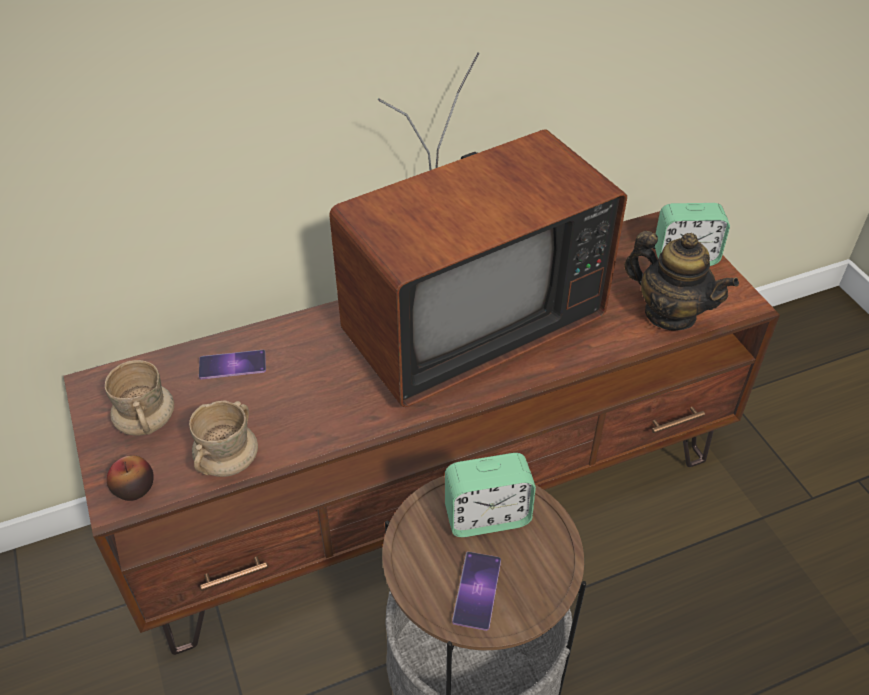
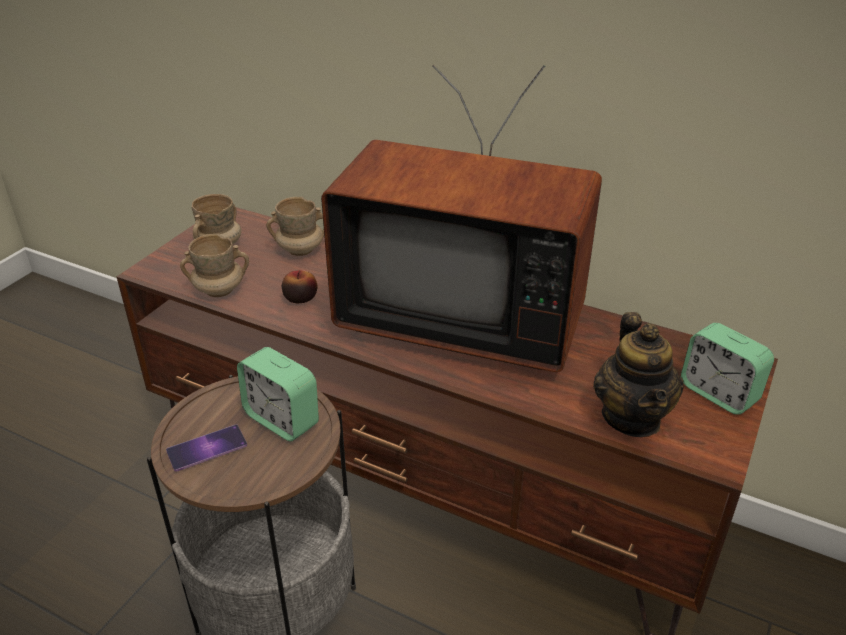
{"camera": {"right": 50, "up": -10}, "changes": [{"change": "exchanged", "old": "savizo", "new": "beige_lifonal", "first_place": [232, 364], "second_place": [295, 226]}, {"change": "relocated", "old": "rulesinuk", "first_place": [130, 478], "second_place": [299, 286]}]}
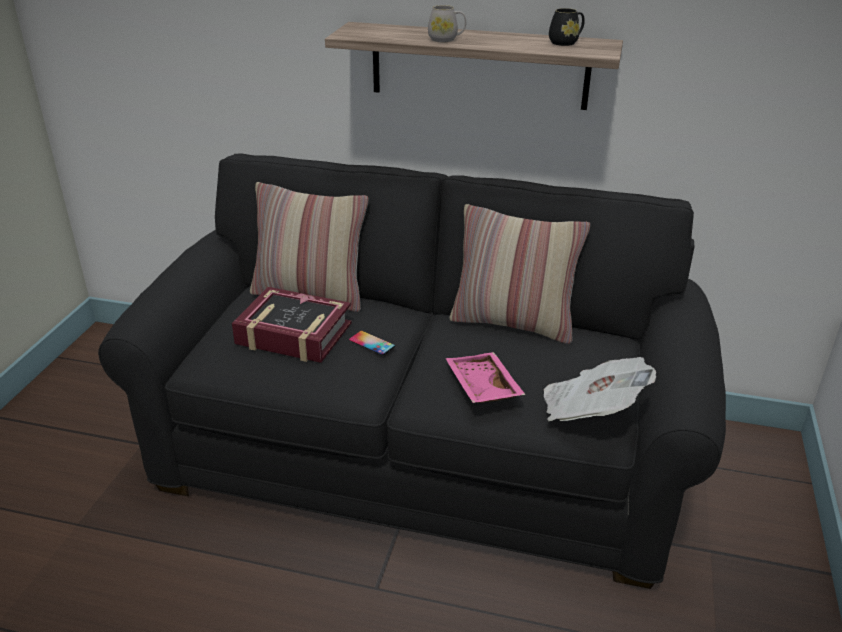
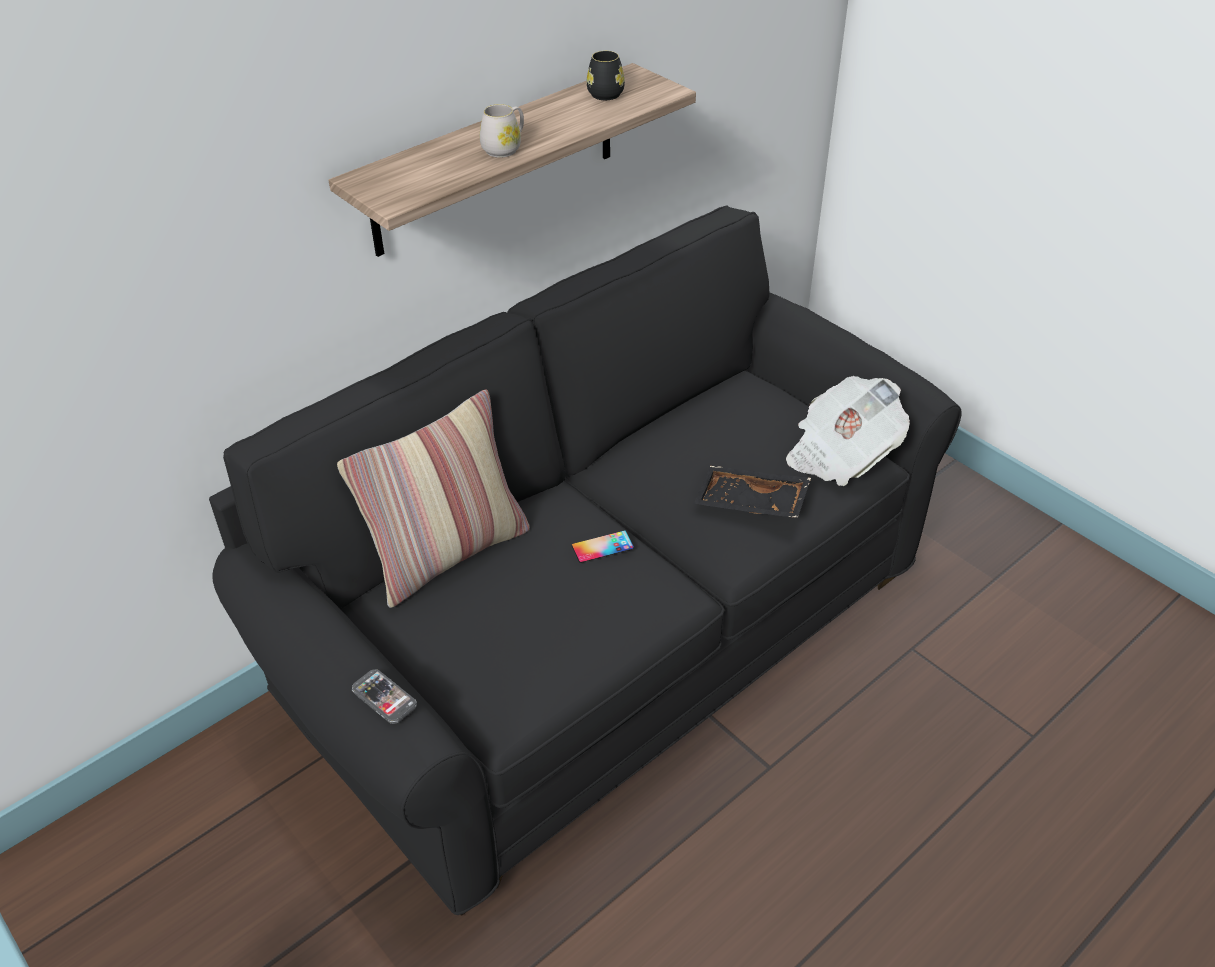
{"camera": {"right": -55, "up": 10}, "changes": [{"change": "missing", "old": "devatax", "first_place": [519, 274]}, {"change": "missing", "old": "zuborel", "first_place": [292, 325]}, {"change": "colour", "old": "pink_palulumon", "new": "black_palulumon", "first_place": [485, 377], "second_place": [752, 492]}, {"change": "appeared", "new": "savizo", "second_place": [384, 696]}]}
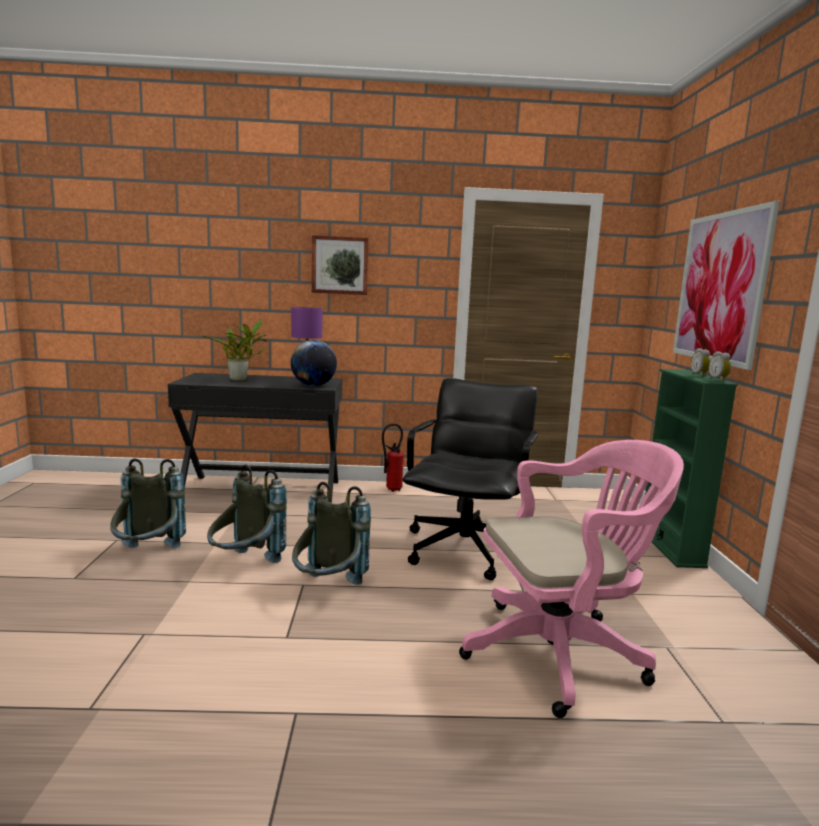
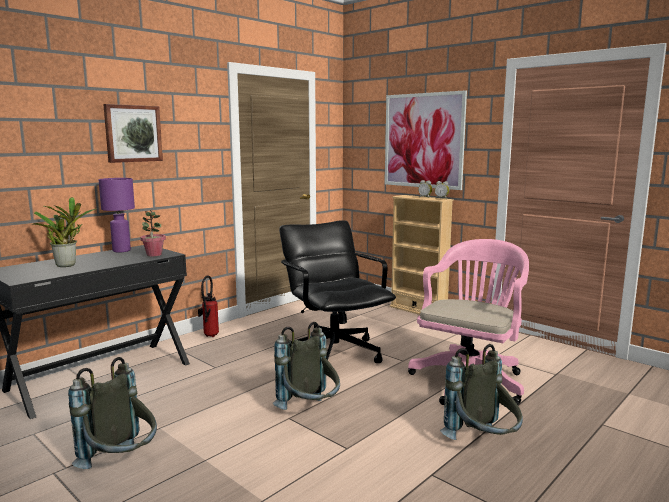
{"camera": {"right": -45, "up": 0}, "changes": [{"change": "exchanged", "old": "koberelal", "new": "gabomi", "first_place": [314, 363], "second_place": [153, 233]}, {"change": "colour", "old": "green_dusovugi", "new": "beige_dusovugi", "first_place": [691, 468], "second_place": [422, 255]}, {"change": "relocated", "old": "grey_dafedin", "first_place": [247, 513], "second_place": [481, 392]}]}
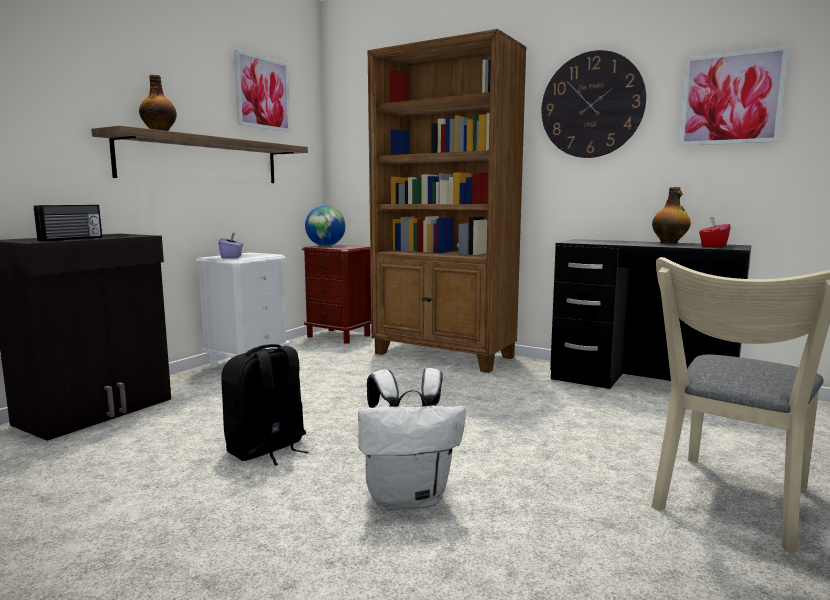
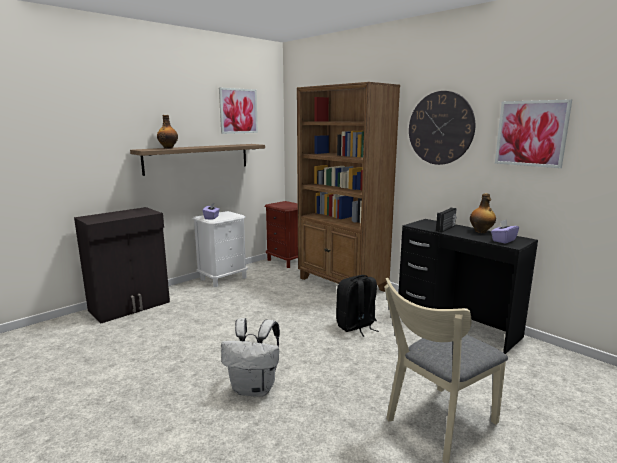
{"camera": {"right": 15, "up": 5}, "changes": [{"change": "relocated", "old": "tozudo", "first_place": [68, 223], "second_place": [446, 219]}, {"change": "missing", "old": "koberelal", "first_place": [325, 225]}, {"change": "colour", "old": "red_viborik", "new": "purple_viborik", "first_place": [715, 232], "second_place": [505, 231]}, {"change": "relocated", "old": "black_dafedin", "first_place": [265, 405], "second_place": [357, 306]}]}
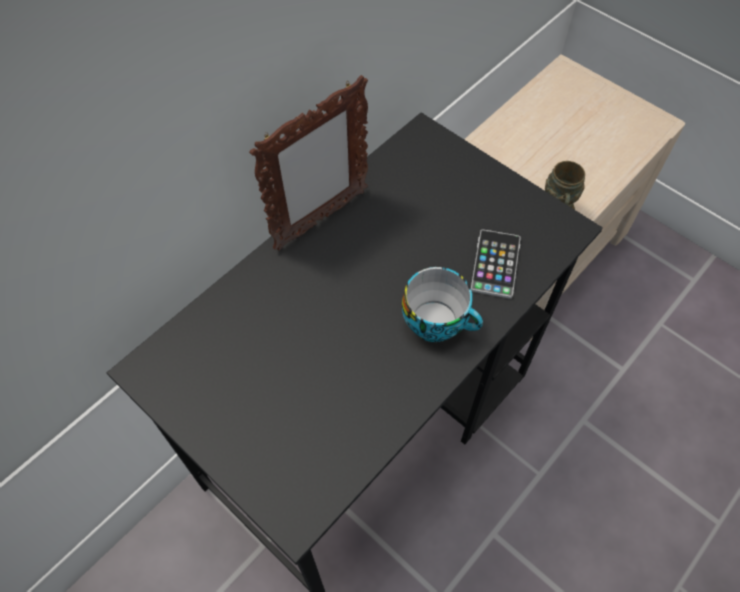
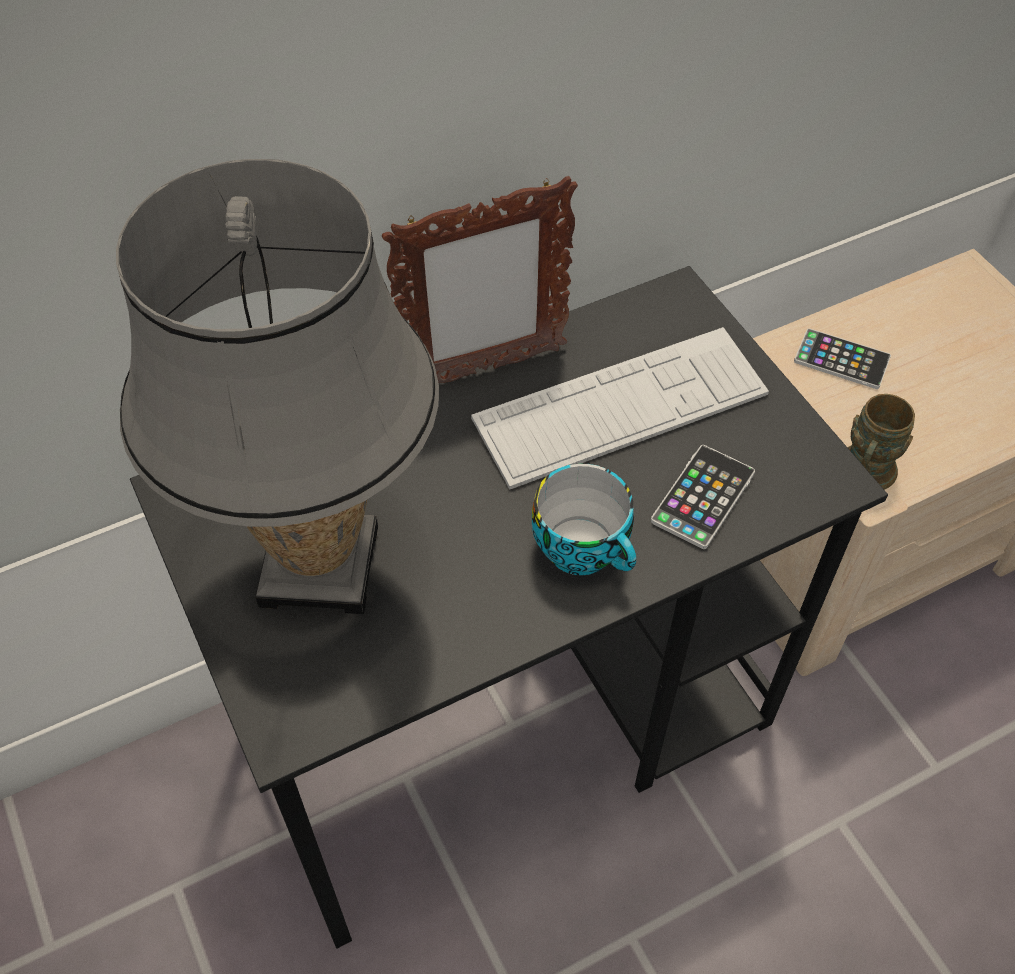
{"camera": {"right": 20, "up": -5}, "changes": [{"change": "appeared", "new": "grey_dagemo", "second_place": [277, 386]}, {"change": "appeared", "new": "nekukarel", "second_place": [620, 408]}, {"change": "appeared", "new": "savizo", "second_place": [842, 358]}]}
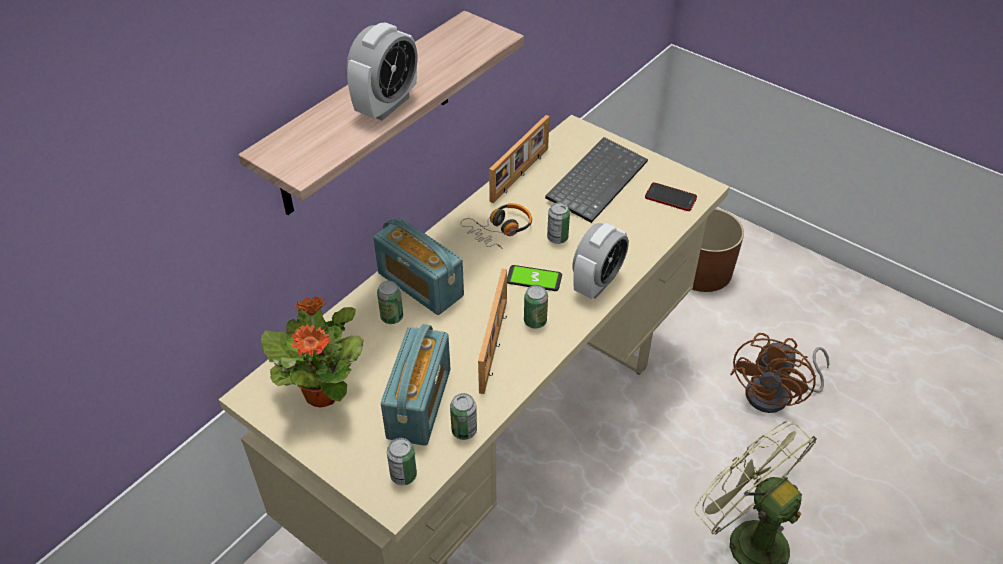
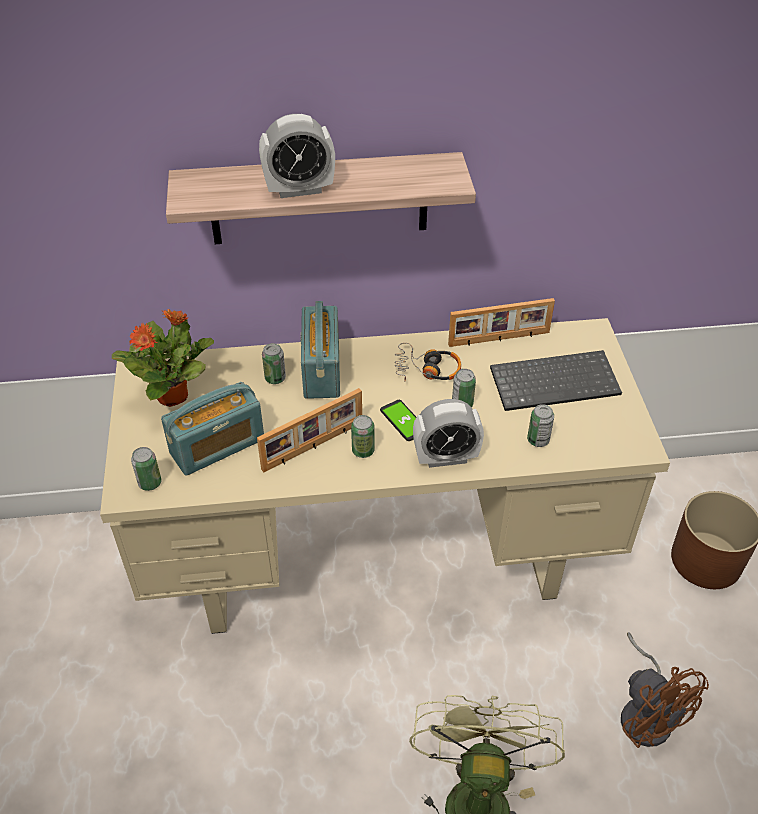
{"camera": {"right": 45, "up": 0}, "changes": [{"change": "missing", "old": "savizo", "first_place": [671, 197]}, {"change": "spun", "old": "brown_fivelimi", "first_place": [779, 373], "second_place": [665, 690], "degrees": -105}, {"change": "relocated", "old": "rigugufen", "first_place": [463, 416], "second_place": [540, 425]}]}
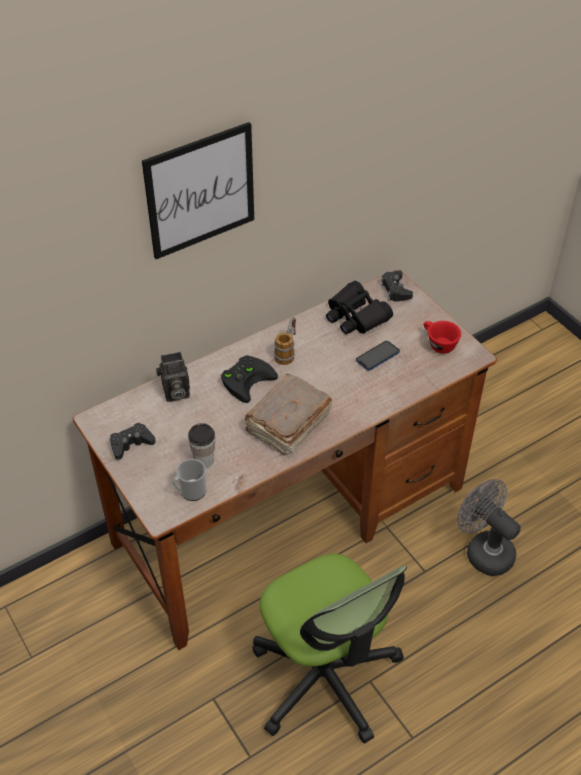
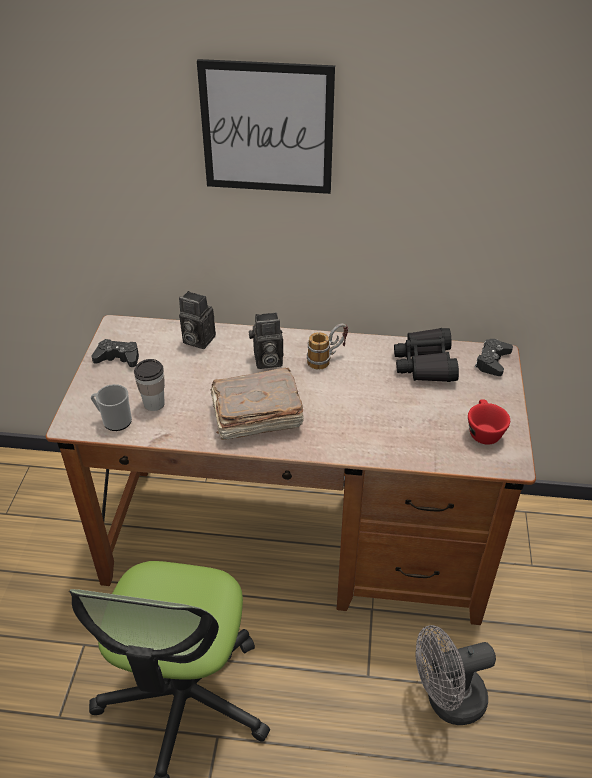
{"camera": {"right": 40, "up": -5}, "changes": [{"change": "missing", "old": "savizo", "first_place": [378, 356]}, {"change": "exchanged", "old": "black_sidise", "new": "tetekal", "first_place": [249, 379], "second_place": [266, 340]}, {"change": "spun", "old": "grey_fivelimi", "first_place": [489, 527], "second_place": [456, 675], "degrees": -105}]}
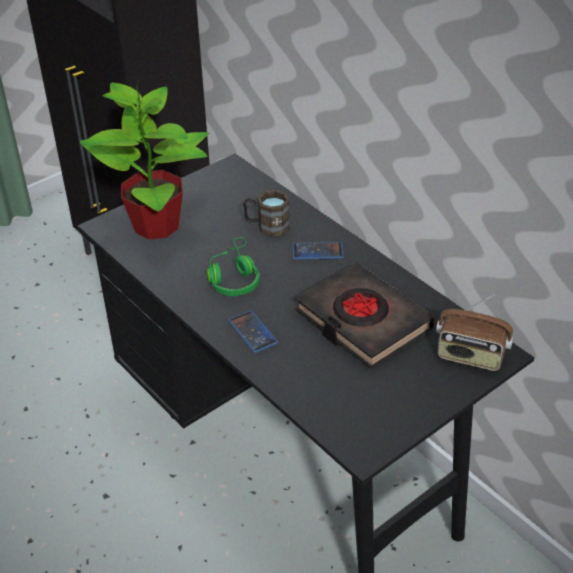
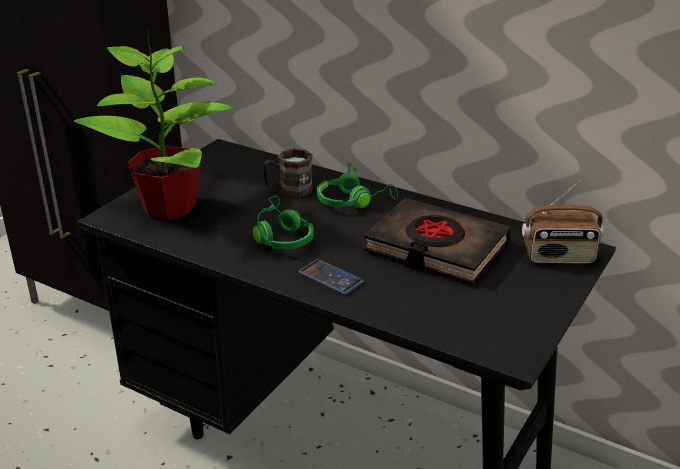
{"camera": {"right": -20, "up": -10}, "changes": [{"change": "exchanged", "old": "savizo", "new": "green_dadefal", "first_place": [318, 251], "second_place": [357, 185]}]}
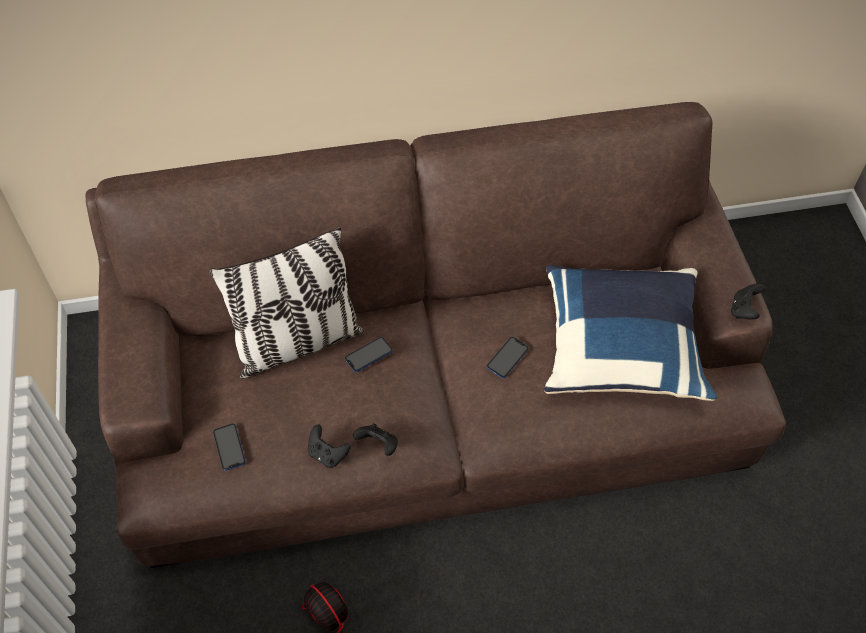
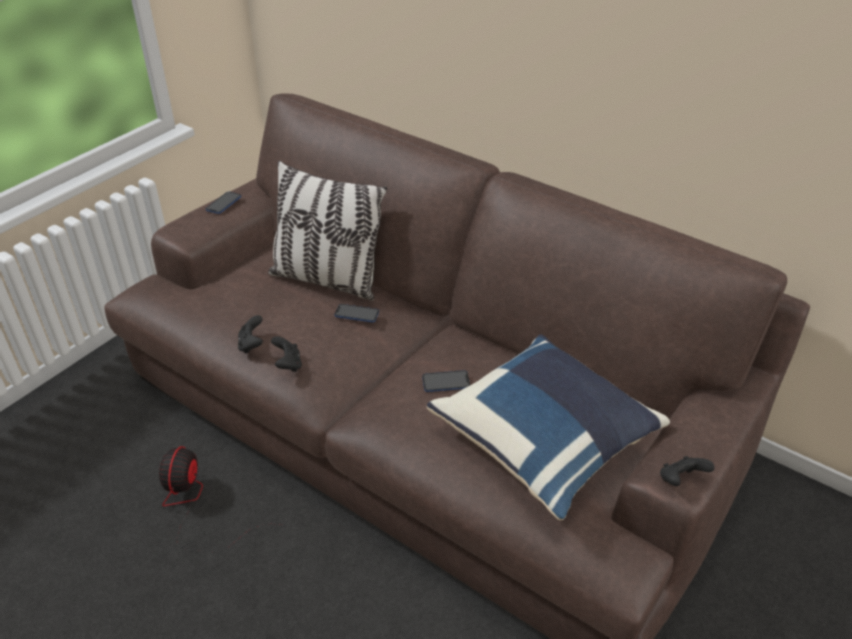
{"camera": {"right": 45, "up": -15}, "changes": [{"change": "relocated", "old": "savizo", "first_place": [229, 447], "second_place": [223, 203]}]}
